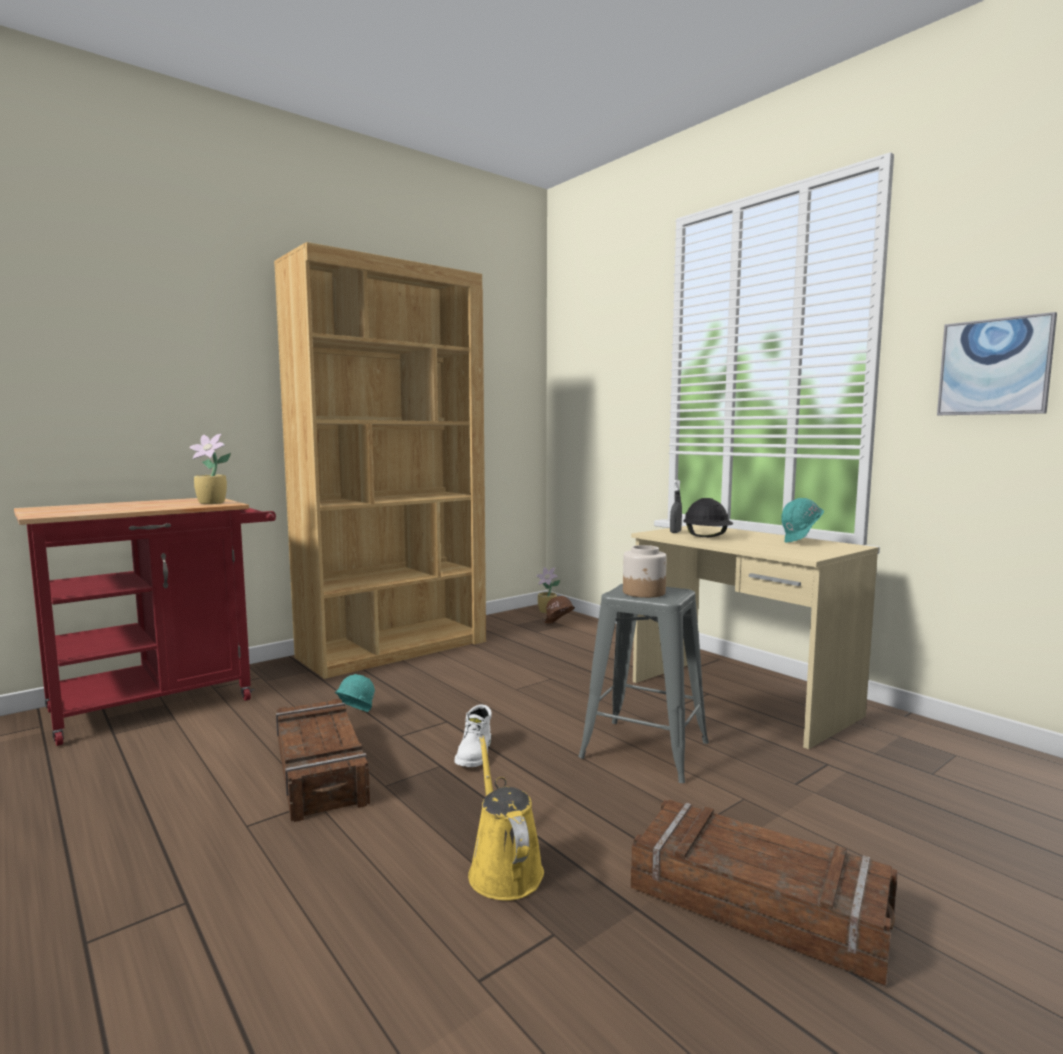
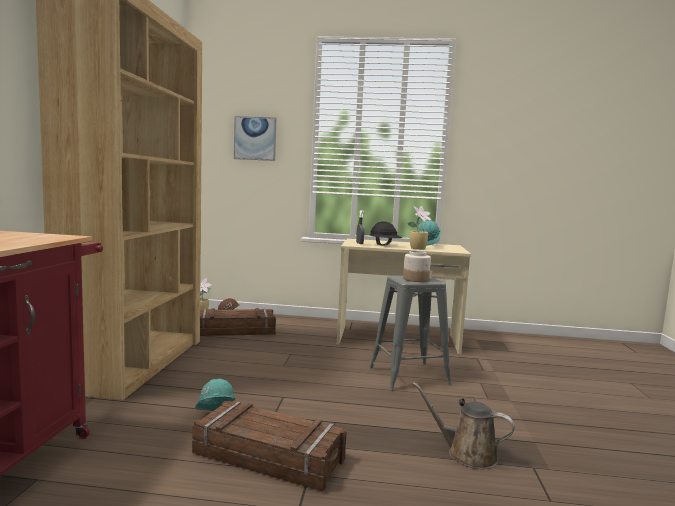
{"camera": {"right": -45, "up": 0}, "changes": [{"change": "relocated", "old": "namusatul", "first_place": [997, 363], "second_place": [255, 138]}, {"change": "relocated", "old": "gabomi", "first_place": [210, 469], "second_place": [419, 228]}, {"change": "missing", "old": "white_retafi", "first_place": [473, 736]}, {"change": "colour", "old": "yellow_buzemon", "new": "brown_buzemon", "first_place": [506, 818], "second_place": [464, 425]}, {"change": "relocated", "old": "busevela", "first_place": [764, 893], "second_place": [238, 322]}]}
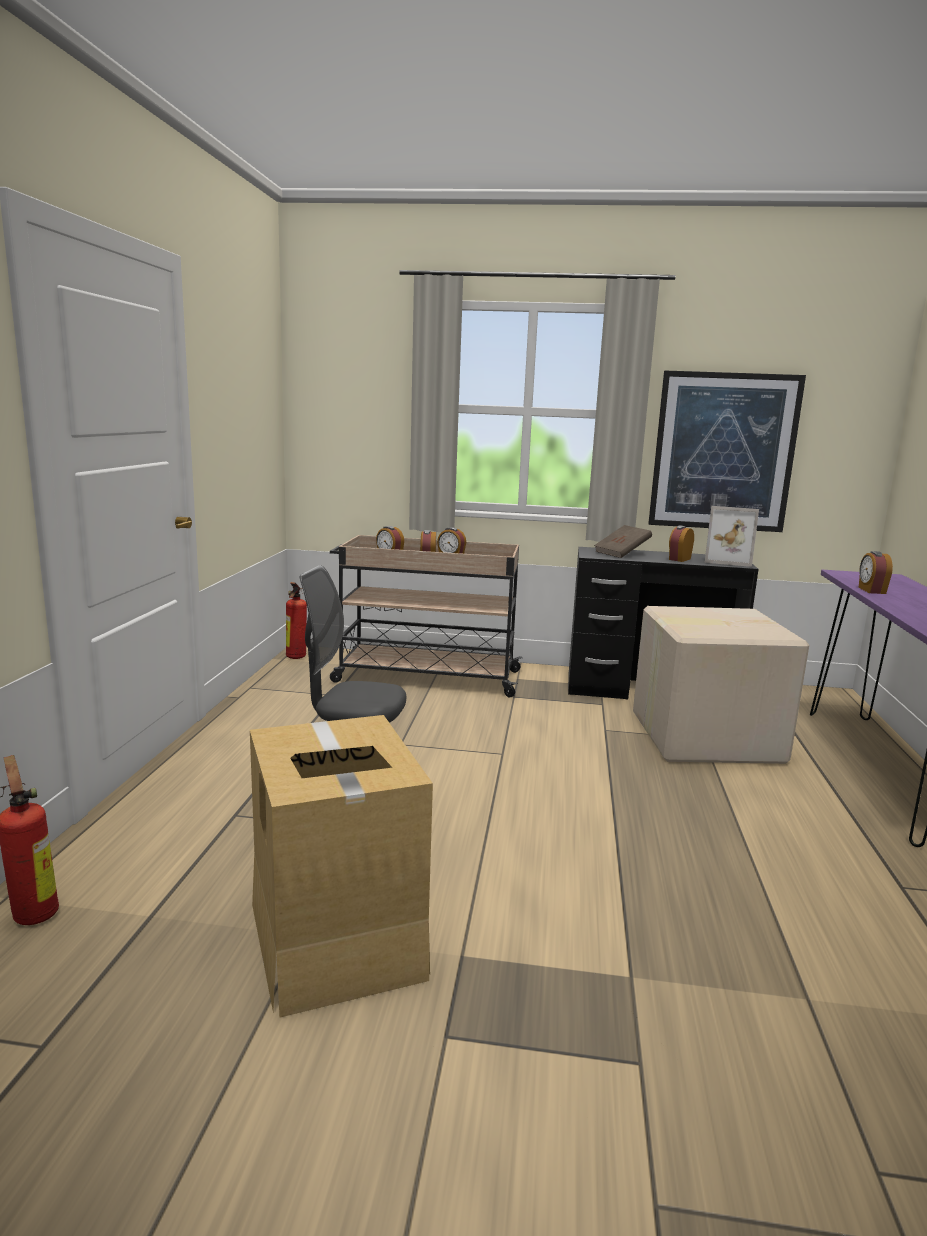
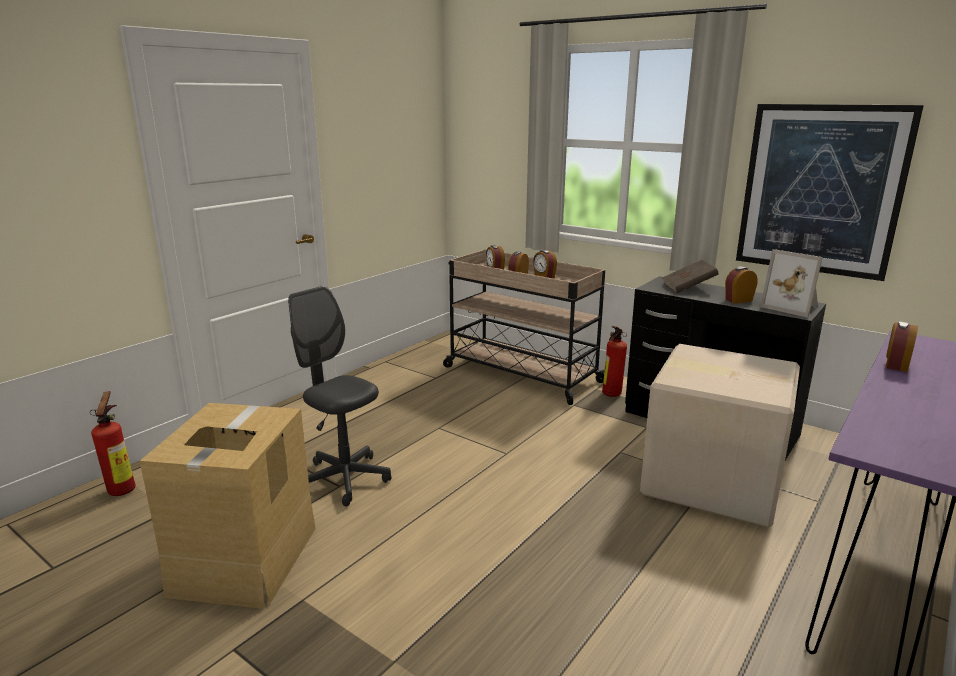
{"camera": {"right": 30, "up": 5}, "changes": [{"change": "relocated", "old": "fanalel", "first_place": [296, 620], "second_place": [614, 361]}]}
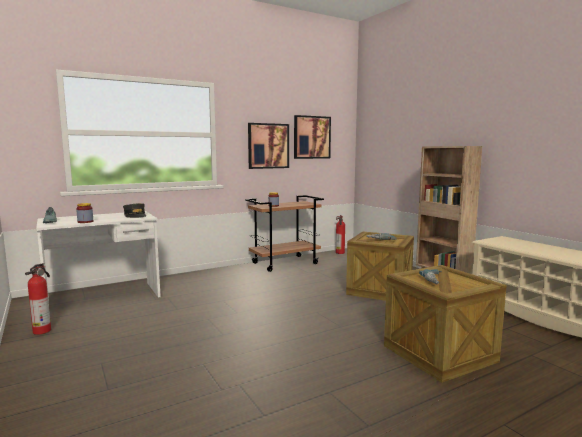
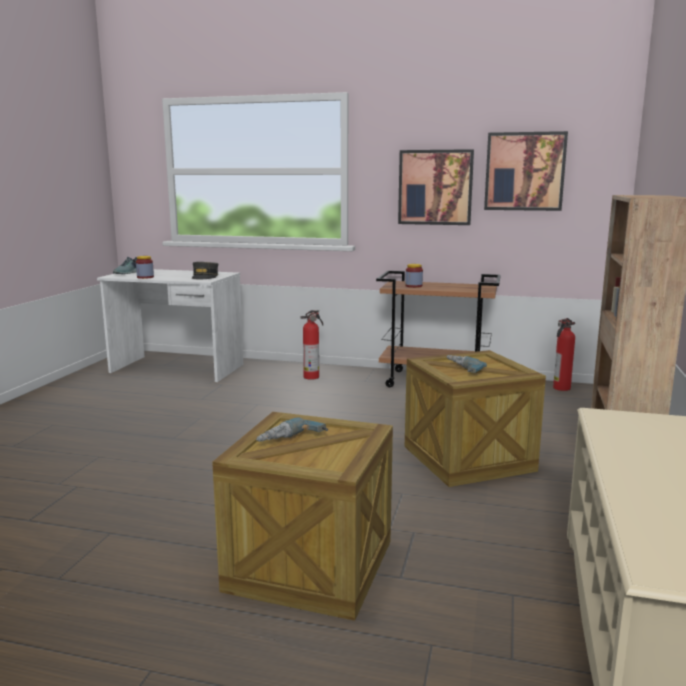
{"camera": {"right": 45, "up": 5}, "changes": [{"change": "relocated", "old": "fanalel", "first_place": [38, 299], "second_place": [312, 345]}]}
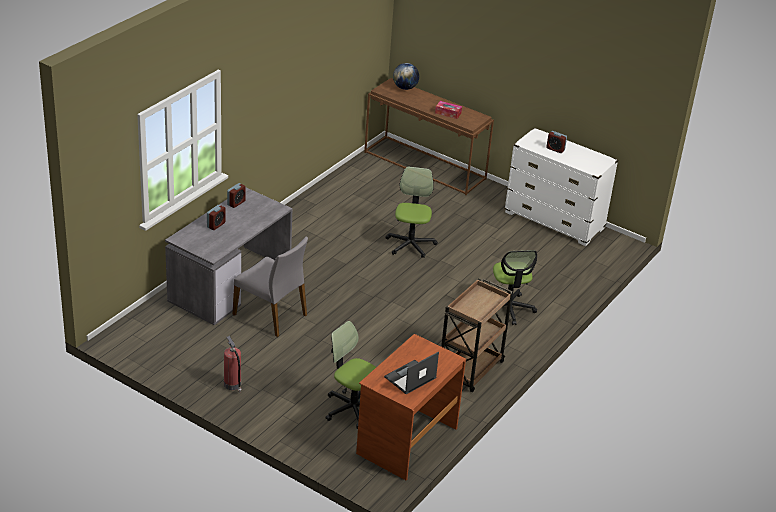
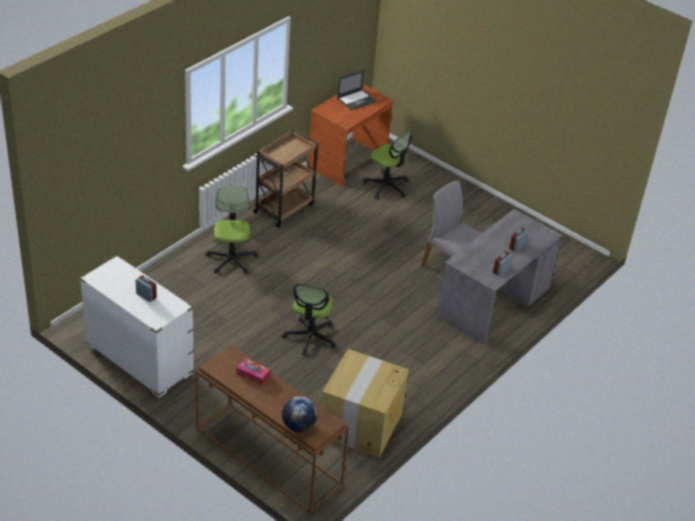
{"camera": {"right": -175, "up": 5}, "changes": [{"change": "missing", "old": "fanalel", "first_place": [233, 364]}, {"change": "appeared", "new": "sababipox", "second_place": [365, 403]}]}
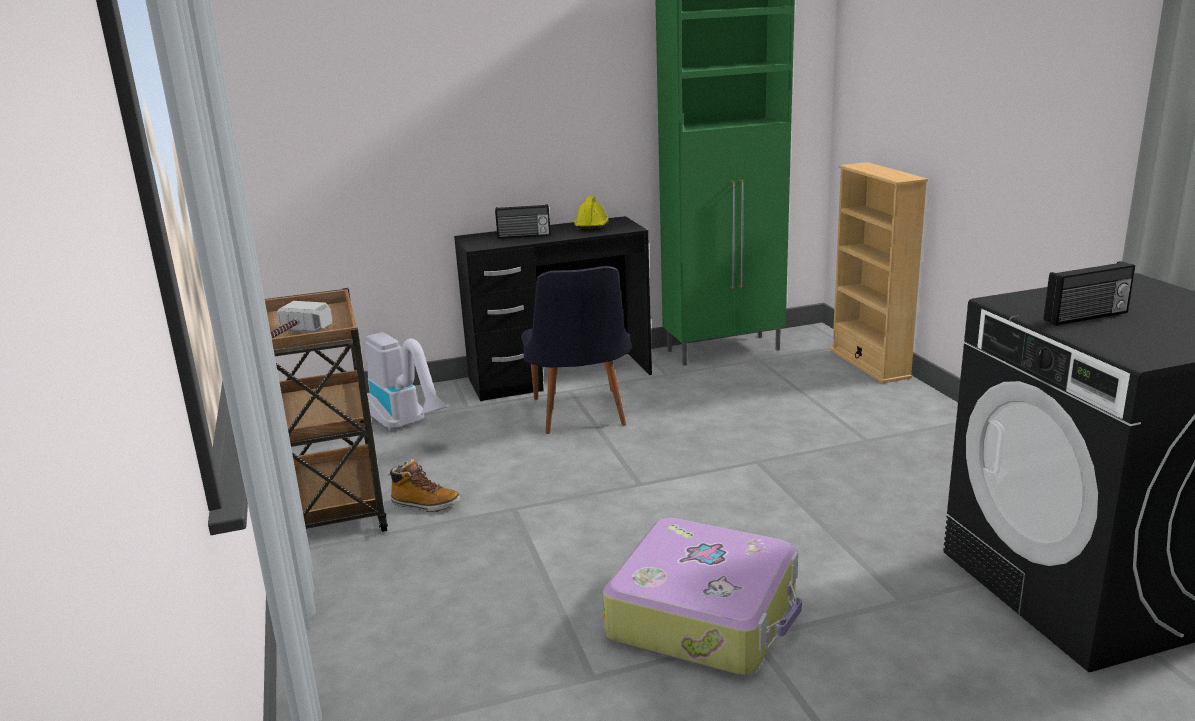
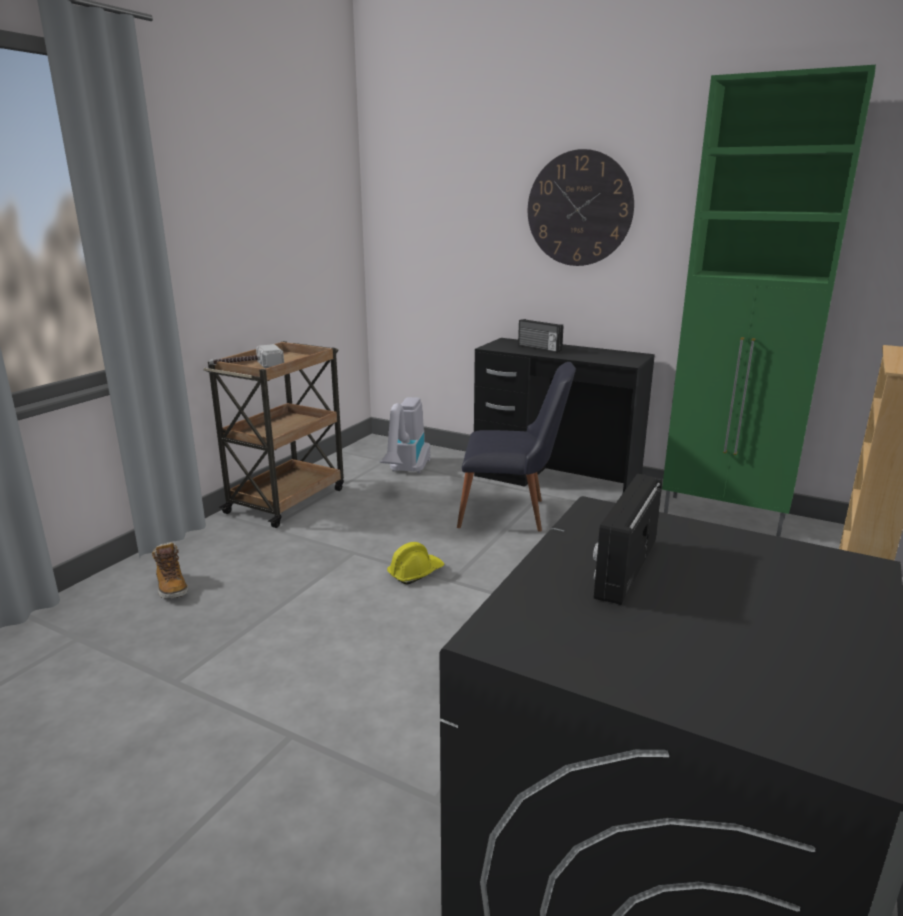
{"camera": {"right": 45, "up": 0}, "changes": [{"change": "relocated", "old": "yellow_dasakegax", "first_place": [591, 213], "second_place": [415, 563]}, {"change": "spun", "old": "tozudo", "first_place": [1089, 293], "second_place": [628, 539], "degrees": 90}, {"change": "spun", "old": "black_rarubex", "first_place": [576, 350], "second_place": [516, 447], "degrees": -120}, {"change": "relocated", "old": "retafi", "first_place": [424, 485], "second_place": [170, 570]}, {"change": "missing", "old": "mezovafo", "first_place": [702, 596]}, {"change": "appeared", "new": "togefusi", "second_place": [581, 207]}]}
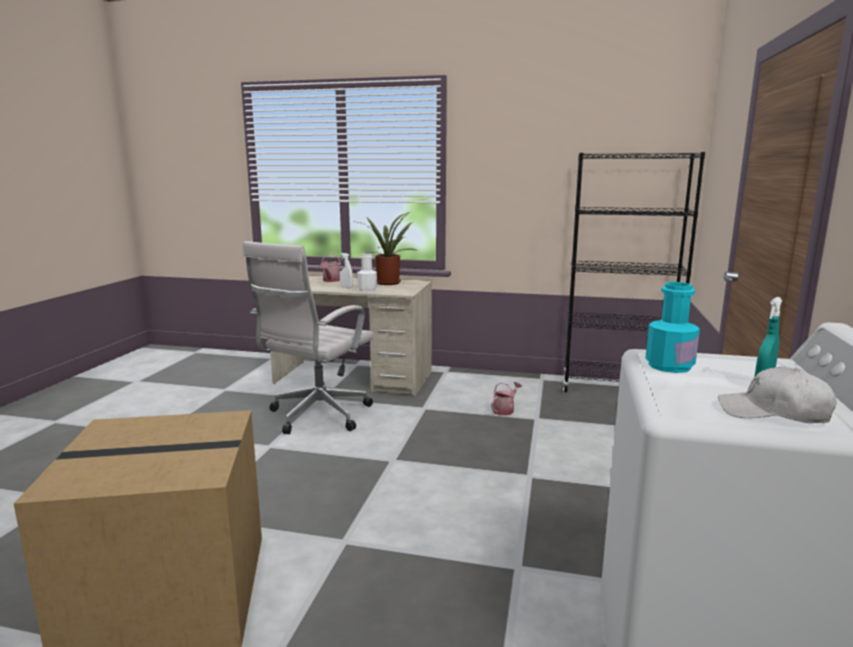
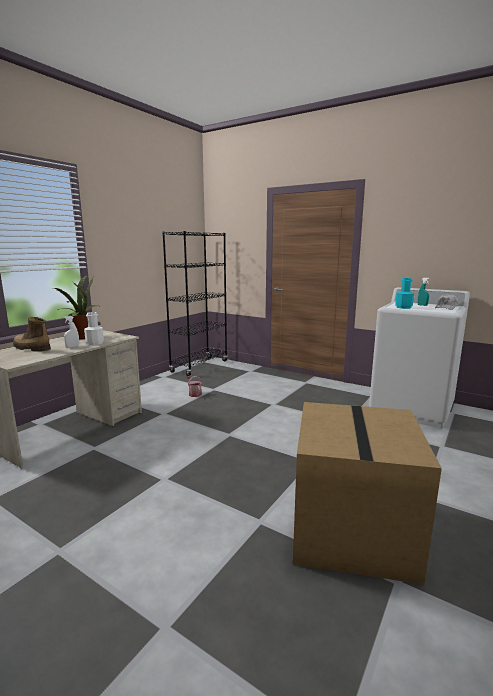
{"camera": {"right": -70, "up": 0}, "changes": [{"change": "missing", "old": "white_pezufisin", "first_place": [308, 337]}, {"change": "exchanged", "old": "buzemon", "new": "retafi", "first_place": [331, 268], "second_place": [32, 334]}]}
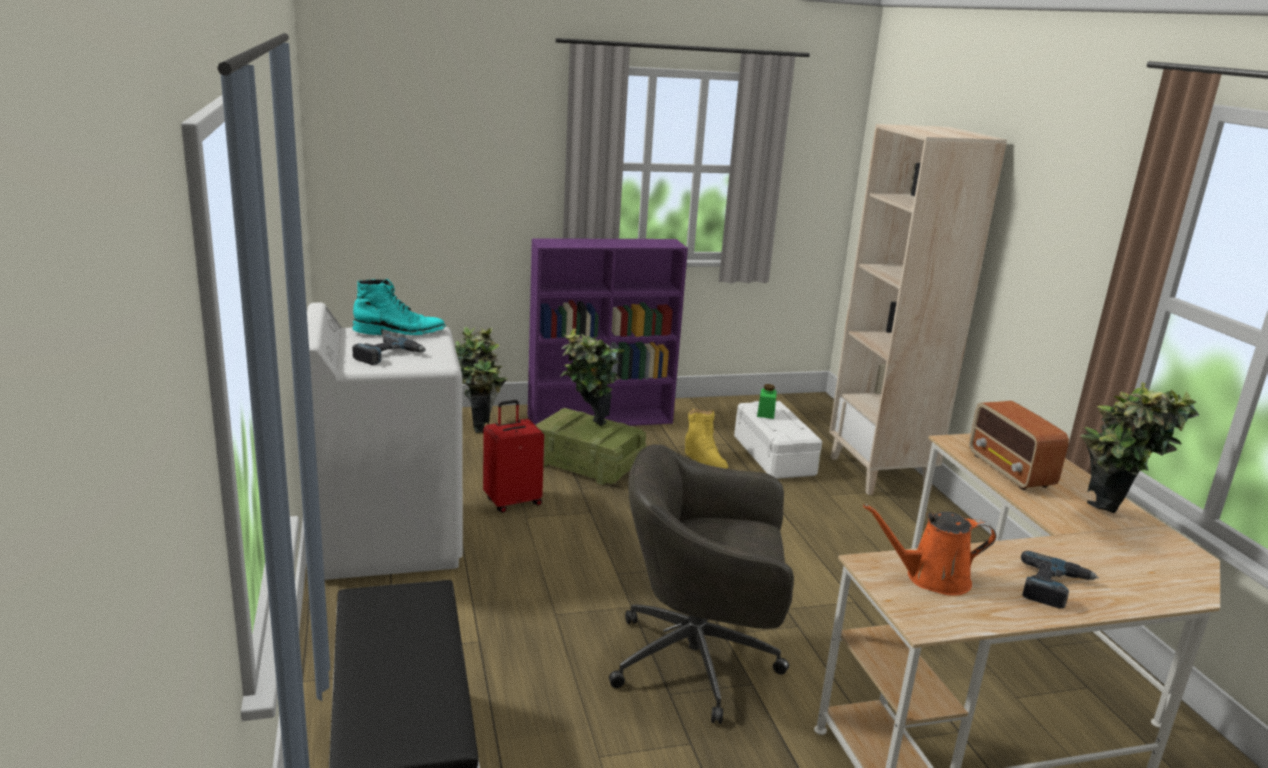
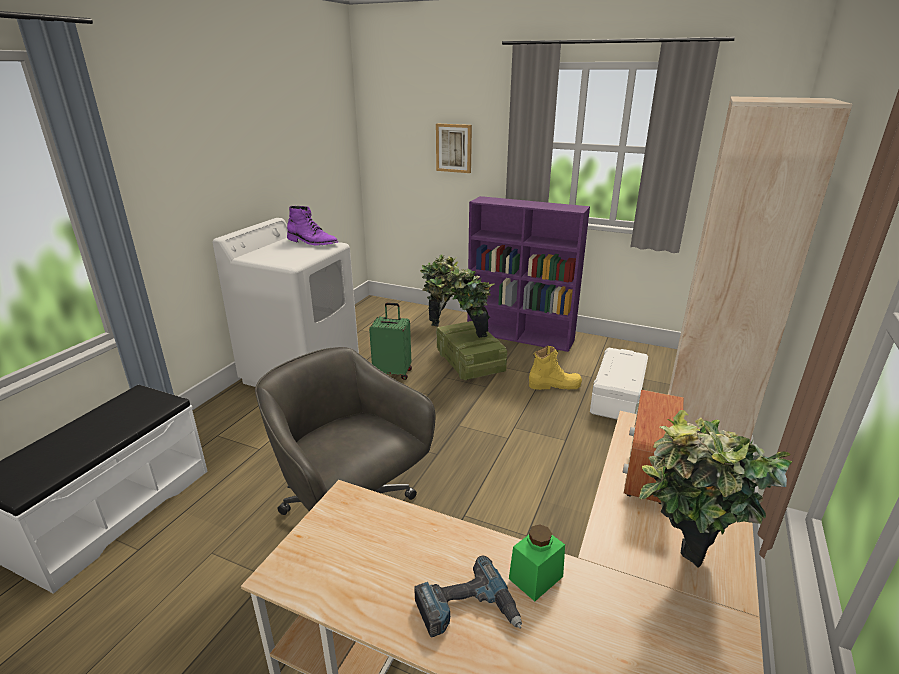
{"camera": {"right": 40, "up": 5}, "changes": [{"change": "colour", "old": "turquoise_retafi", "new": "purple_retafi", "first_place": [399, 307], "second_place": [313, 226]}, {"change": "missing", "old": "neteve", "first_place": [389, 349]}, {"change": "relocated", "old": "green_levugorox", "first_place": [767, 401], "second_place": [537, 562]}, {"change": "colour", "old": "red_mezovafo", "new": "green_mezovafo", "first_place": [513, 456], "second_place": [390, 341]}, {"change": "spun", "old": "yellow_retafi", "first_place": [706, 438], "second_place": [555, 368], "degrees": -105}, {"change": "missing", "old": "orange_buzemon", "first_place": [929, 550]}, {"change": "appeared", "new": "namusatul", "second_place": [454, 148]}]}
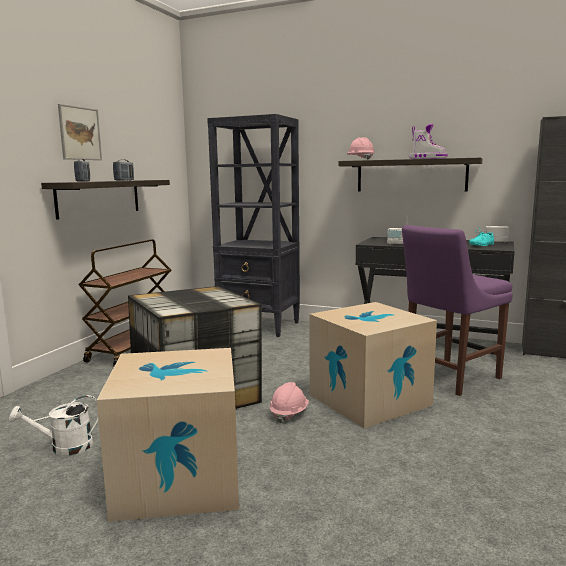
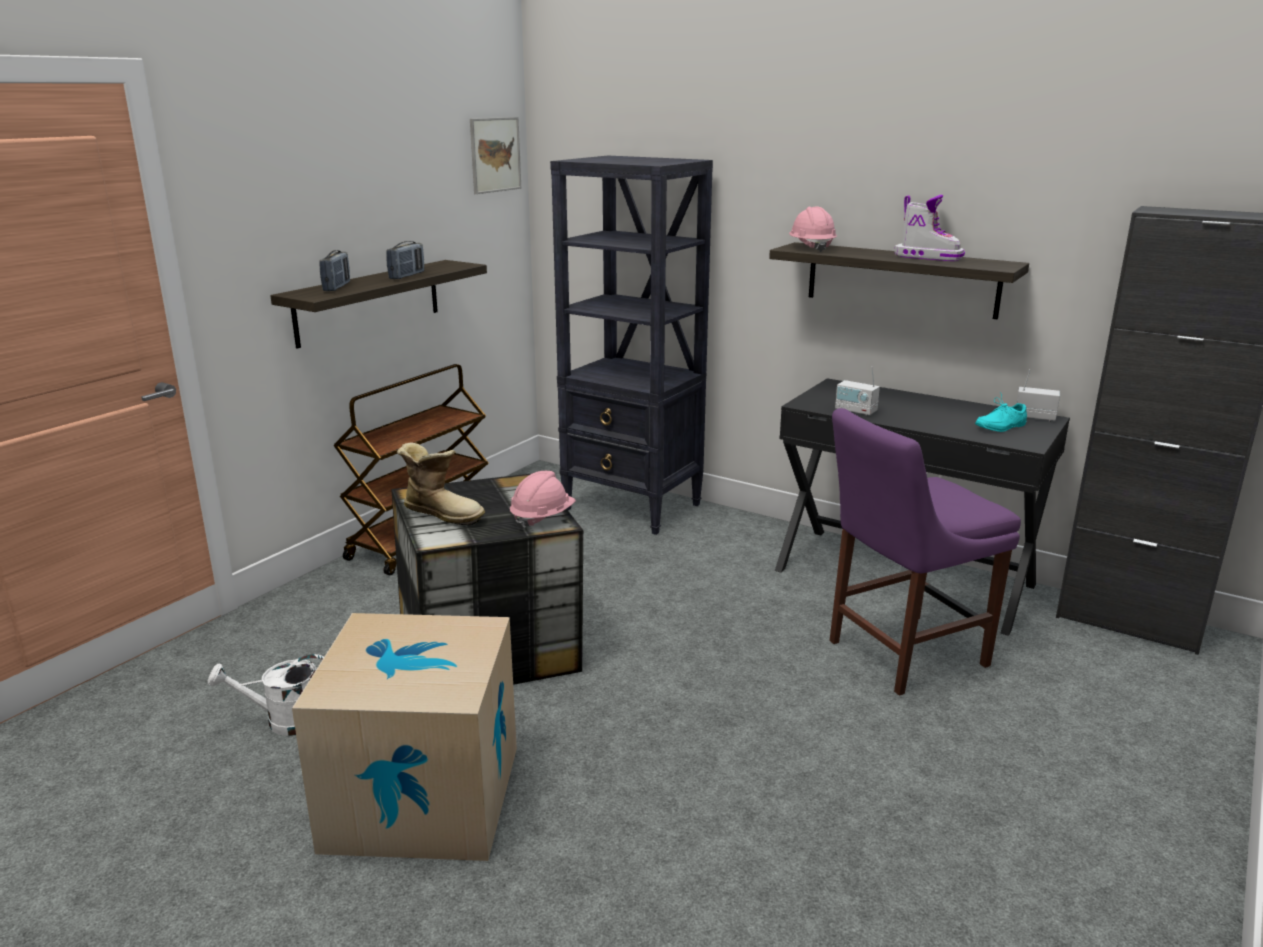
{"camera": {"right": 10, "up": 10}, "changes": [{"change": "relocated", "old": "namusatul", "first_place": [80, 132], "second_place": [495, 155]}, {"change": "missing", "old": "sababipox", "first_place": [373, 365]}, {"change": "relocated", "old": "pink_dasakegax", "first_place": [289, 402], "second_place": [543, 500]}, {"change": "appeared", "new": "retafi", "second_place": [441, 483]}]}
